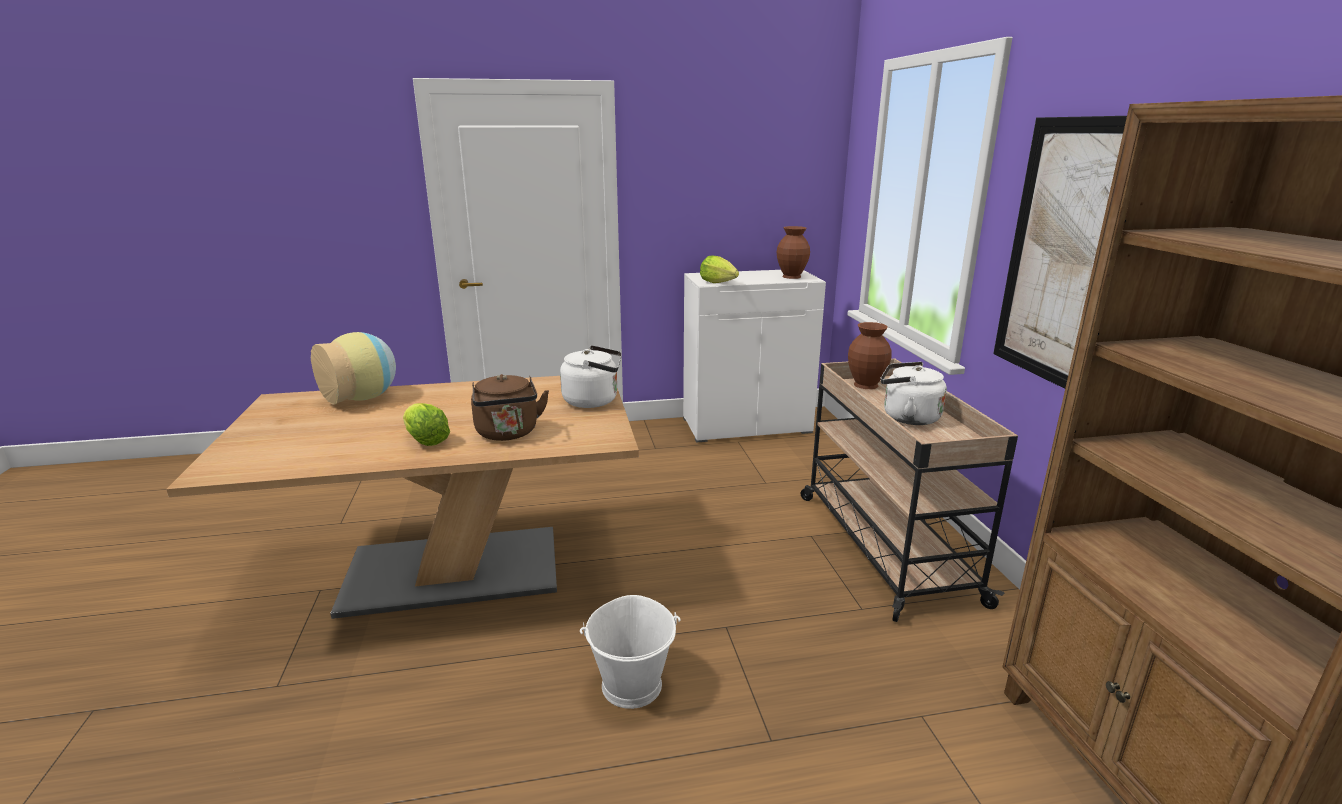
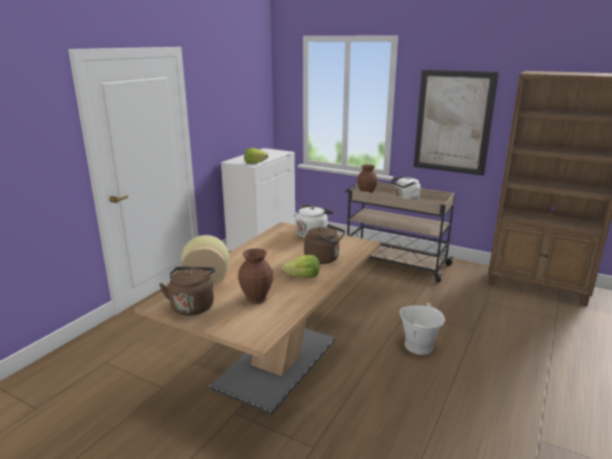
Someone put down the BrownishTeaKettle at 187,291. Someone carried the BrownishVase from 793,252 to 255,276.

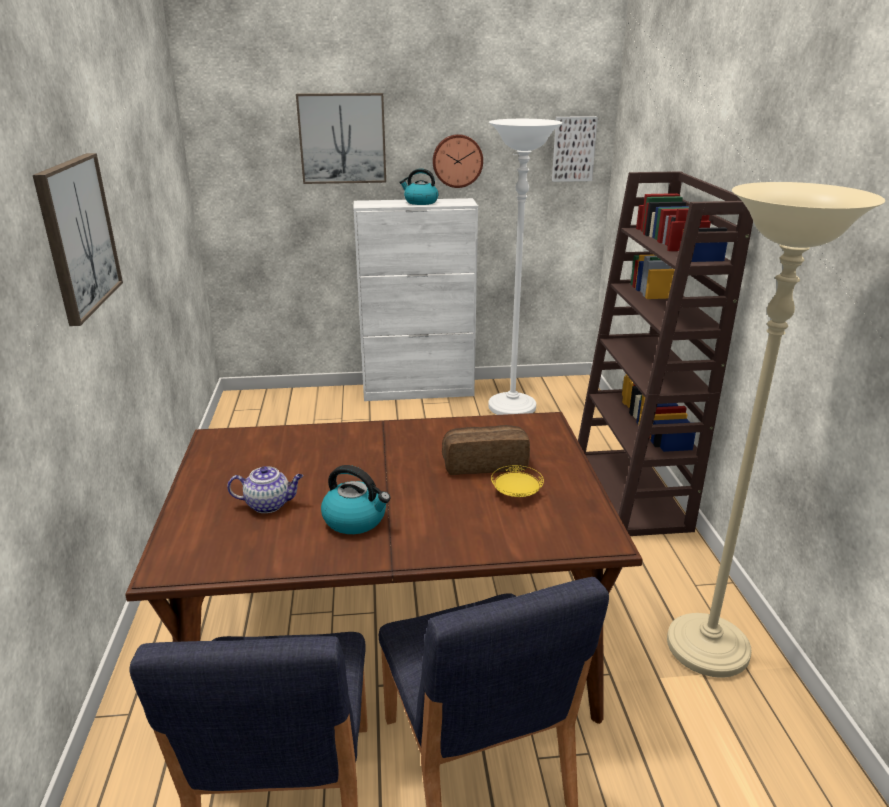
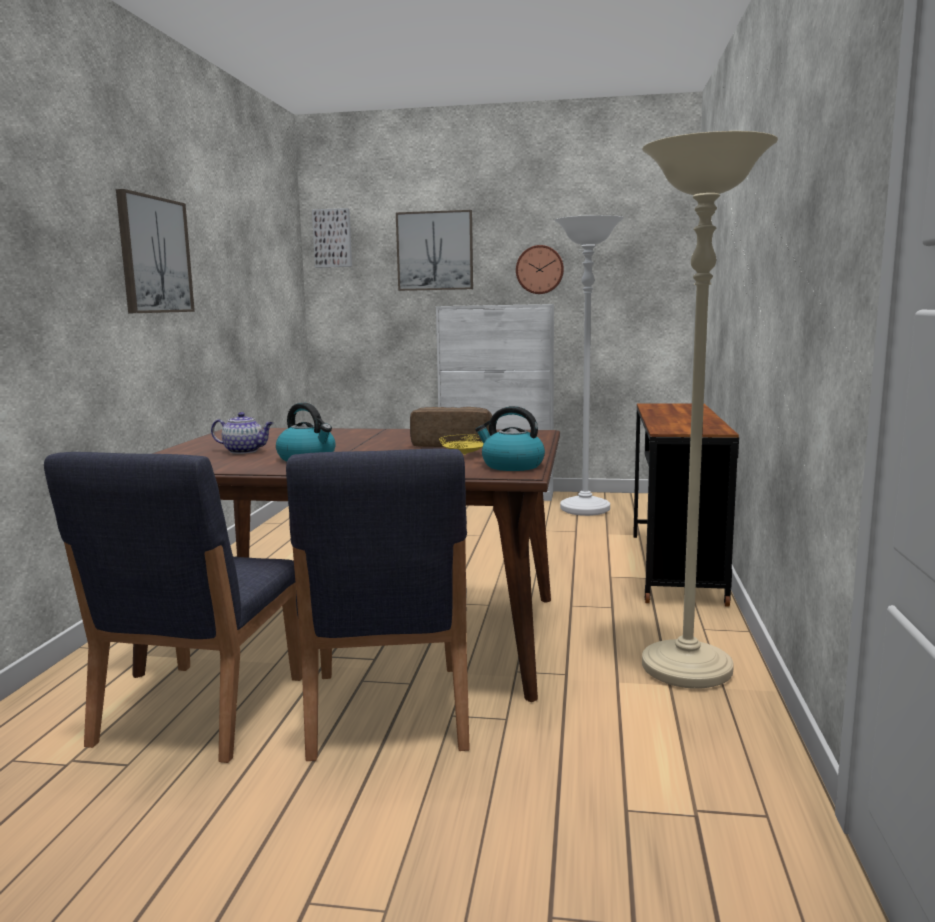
Someone carried the TeaKettle from 419,186 to 510,438. Someone carried the Picture from 575,149 to 332,238. Someone swapped the BrownishShelvingUnit at 665,353 for the BrownishDeskTable at 686,505.

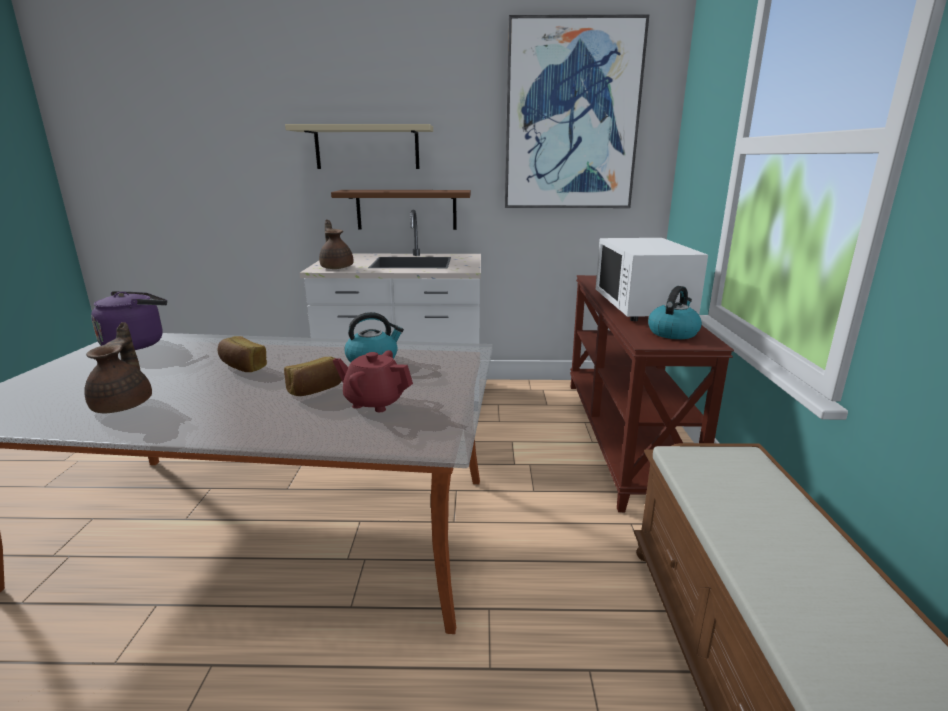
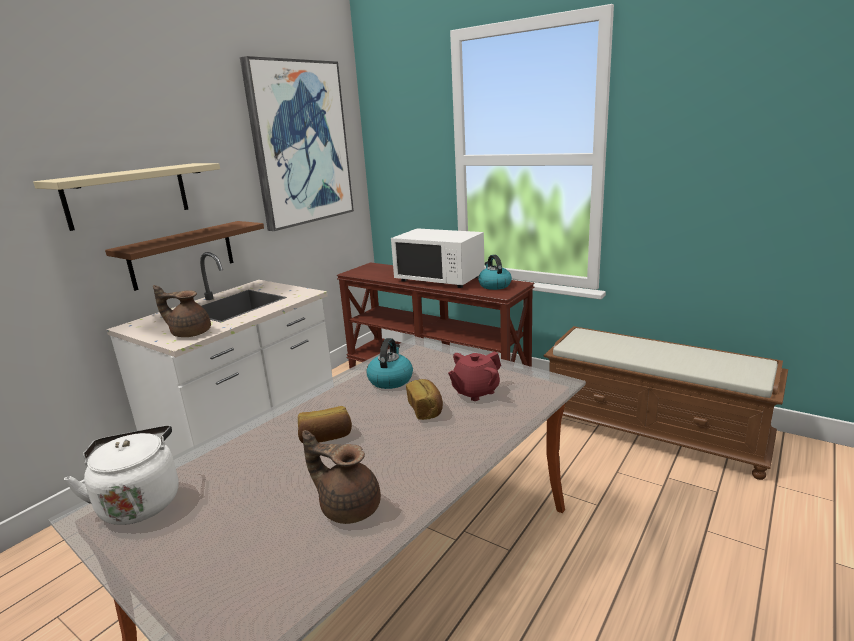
Someone repainted the PurpleColouredTeaKettle at 129,320, which became the WhitishTeaKettle at 121,475.

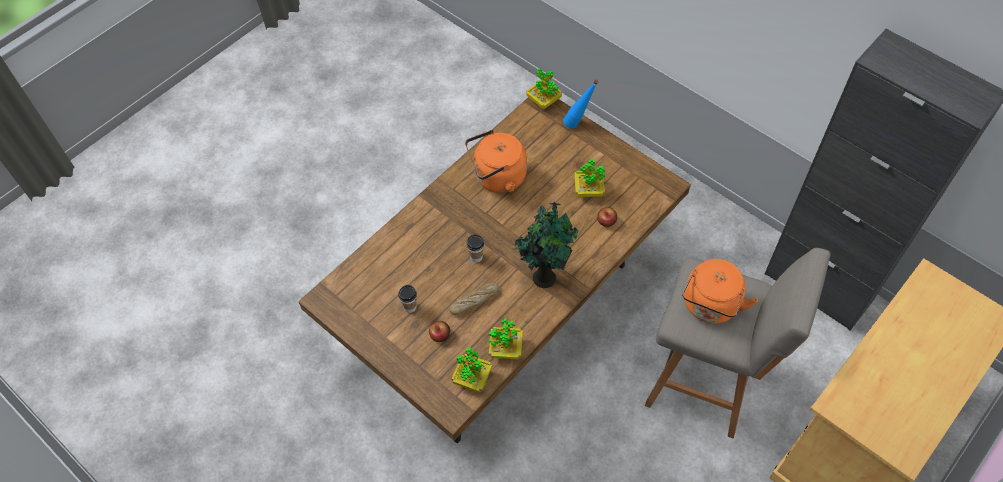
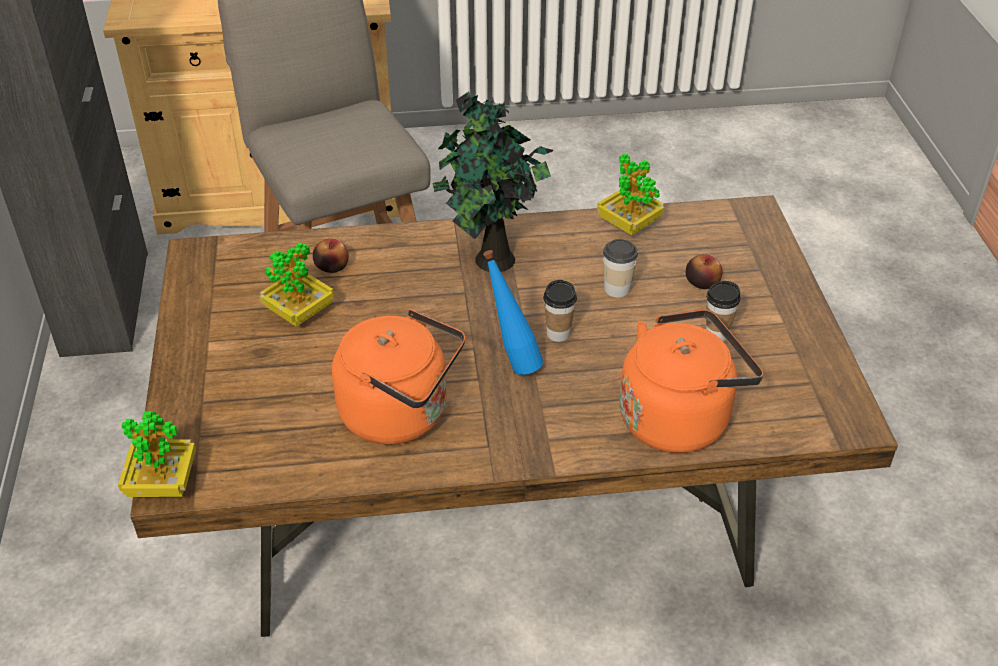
Someone took away the Houseplant at 471,370. Someone carried the BlueColouredDrinkBottle from 581,103 to 513,312. Someone carried the OrangeTeaKettle from 720,291 to 691,381. Someone swapped the Bread at 474,299 for the DrinkingCup at 620,268.

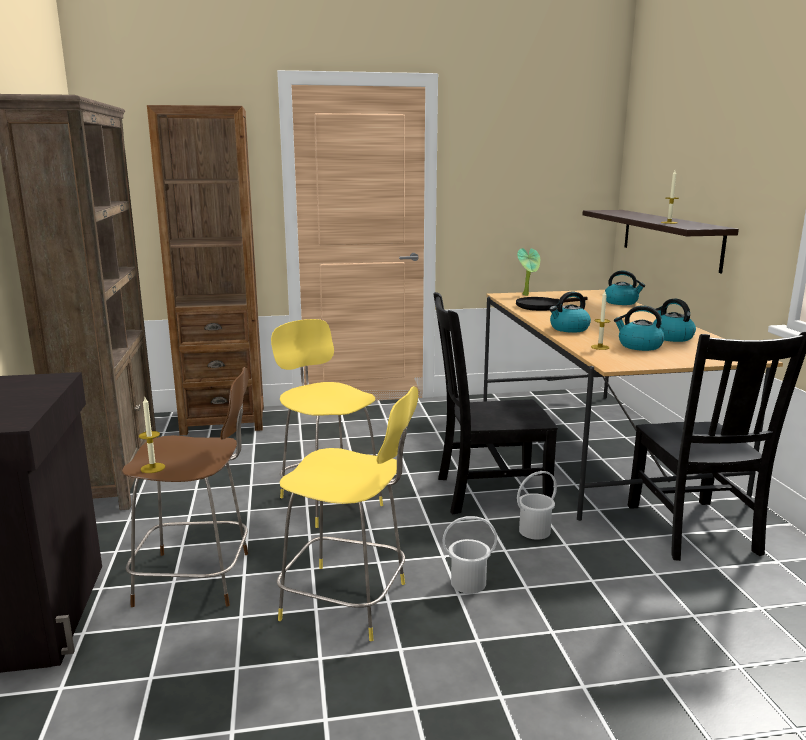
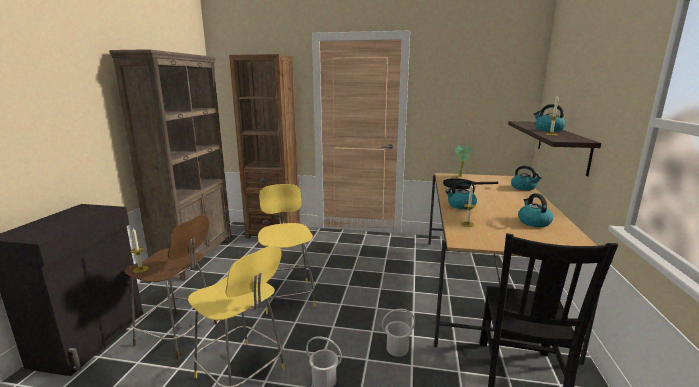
Someone took away the BlackColouredPlainChair at 496,403. Someone carried the TeaKettle from 639,328 to 550,118.

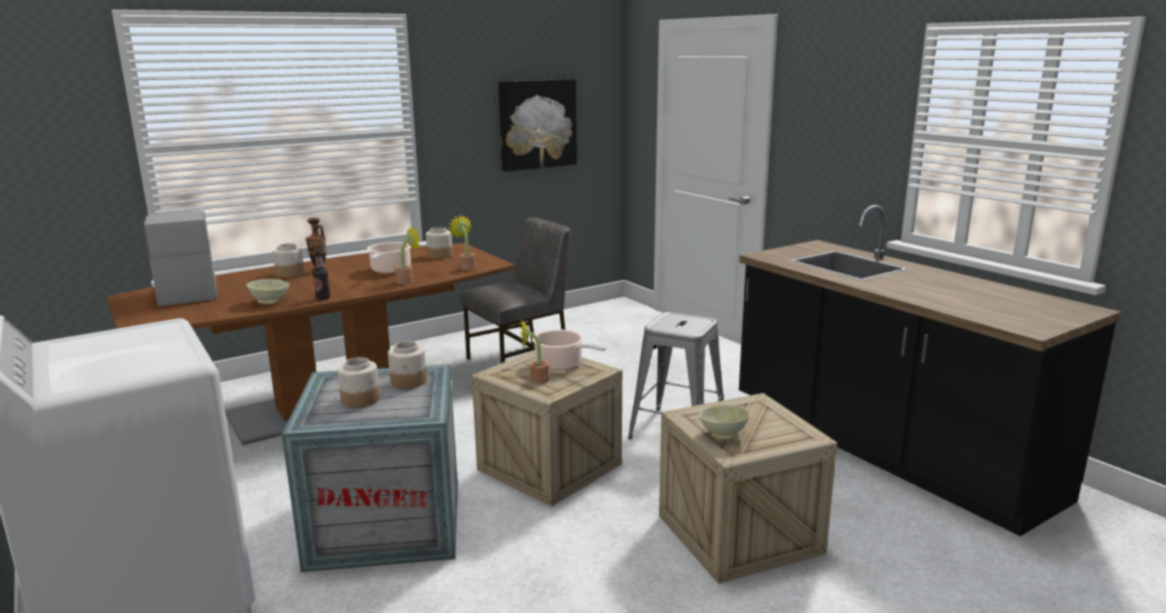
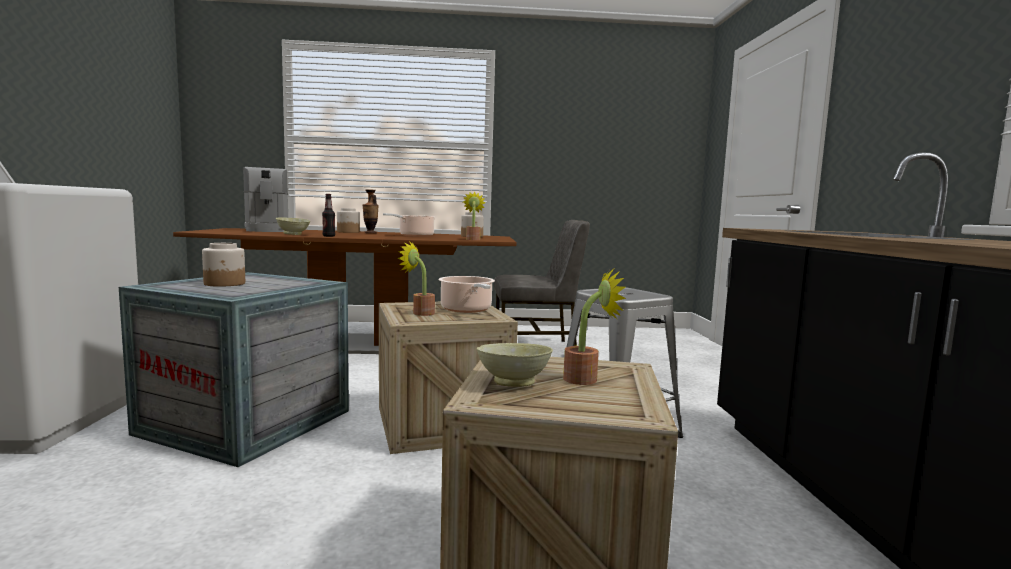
Someone took away the PreserveJar at 407,365. Someone took away the Picture at 538,125. Someone carried the Houseplant from 408,254 to 594,327. Someone rotated the CoffeeBrewer at 180,258 by 150 degrees clockwise.

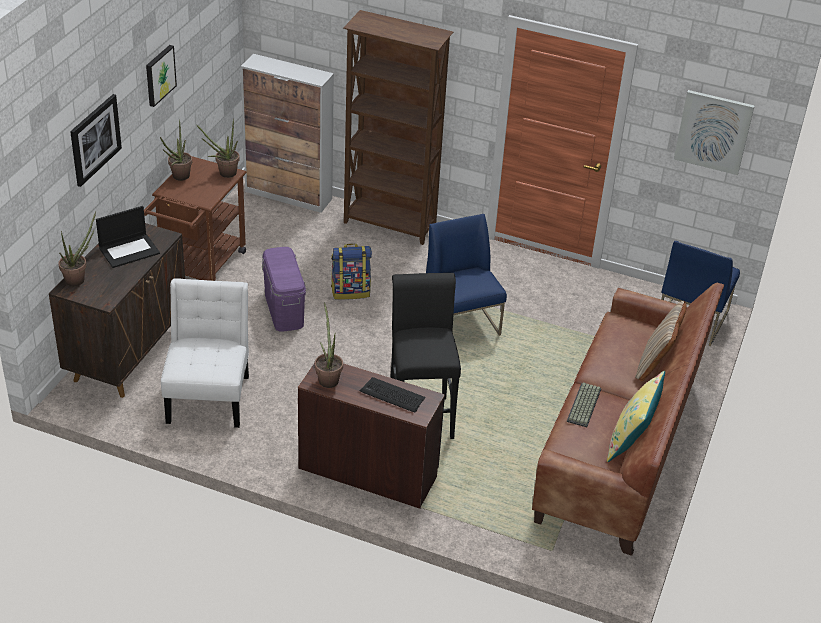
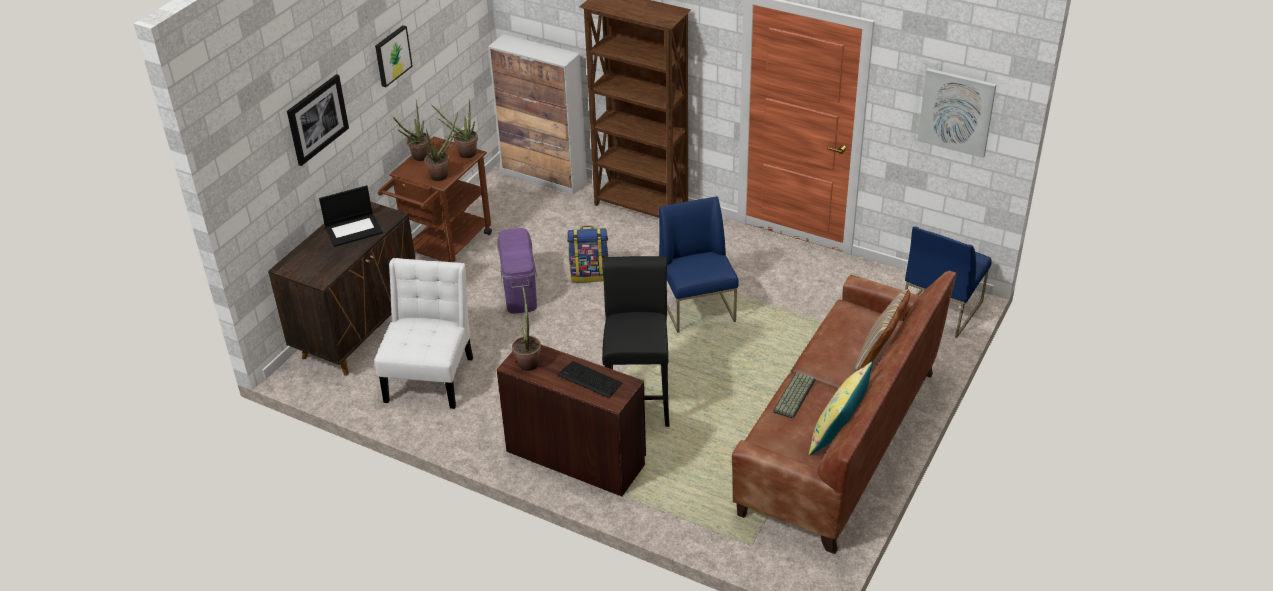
Someone carried the Houseplant from 77,249 to 441,146.

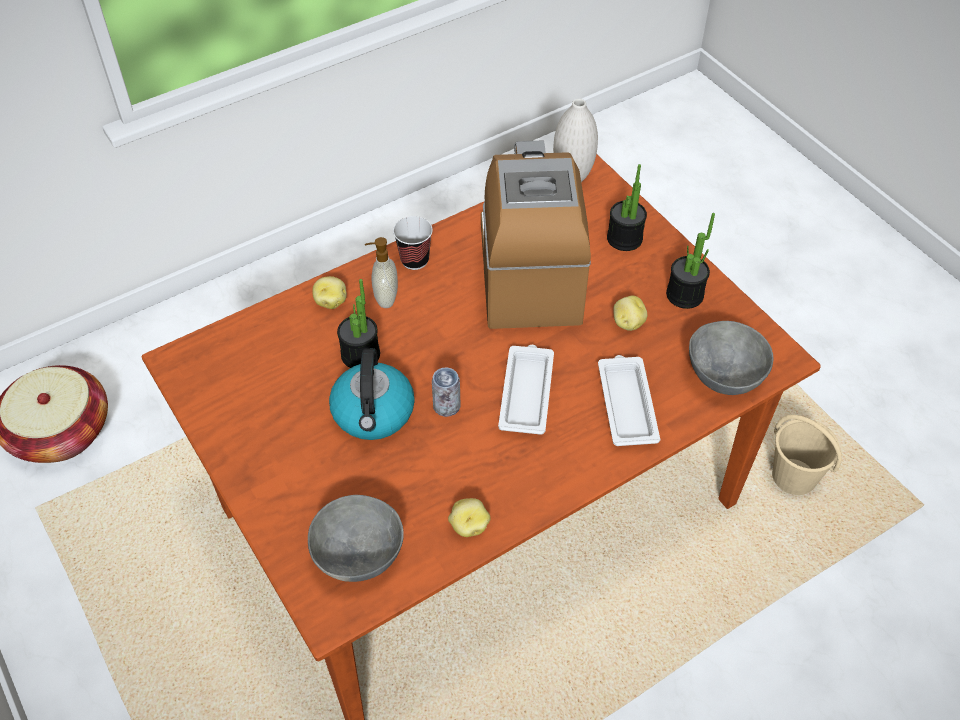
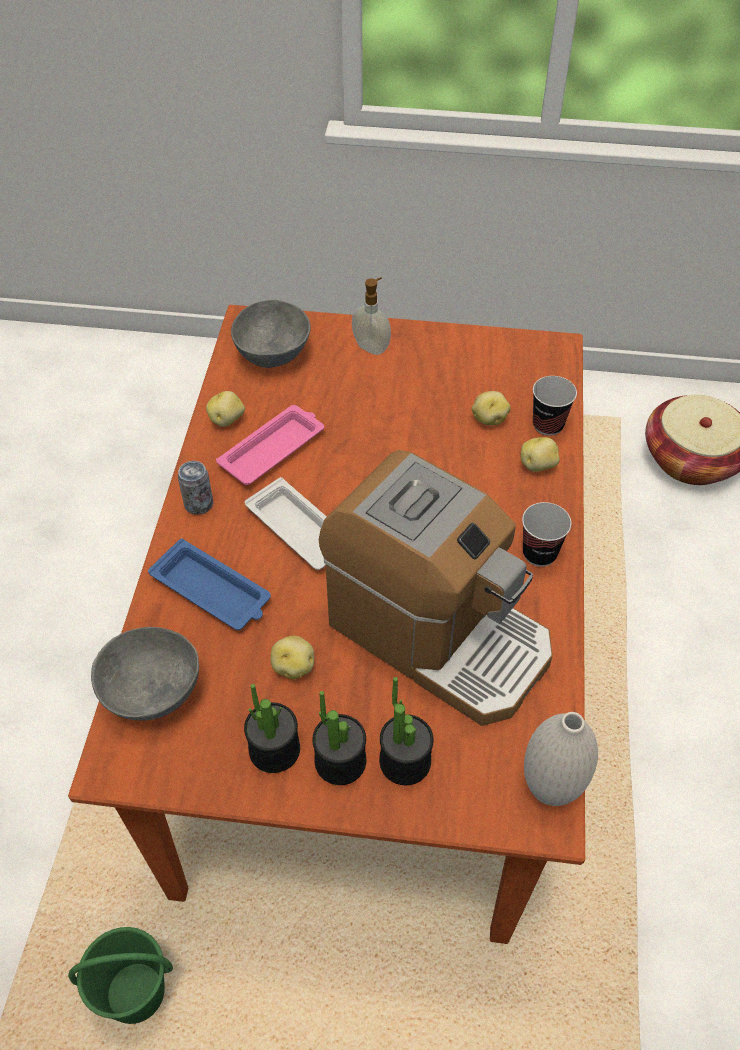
Someone took away the TeaKettle at 372,394. Someone put down the PinkColouredCarryingTray at 270,445. Someone put down the Potato at 491,408. Someone put down the DrinkingCup at 555,406. Someone carried the Houseplant from 358,323 to 339,738. Someone carried the SoapDispenser from 381,272 to 371,316. Someone carried the SealedCan from 446,392 to 195,488. Someone repainted the WhitishCarryingTray at 629,400, which became the BlueColouredCarryingTray at 209,584. Someone repainted the BeigeColouredPail at 807,455, which became the GreenishPail at 120,975.

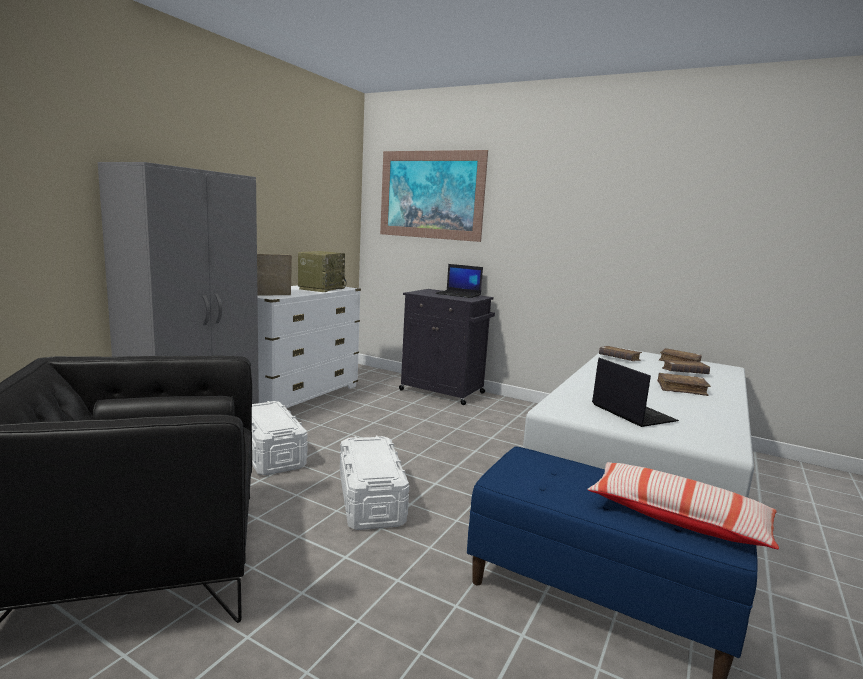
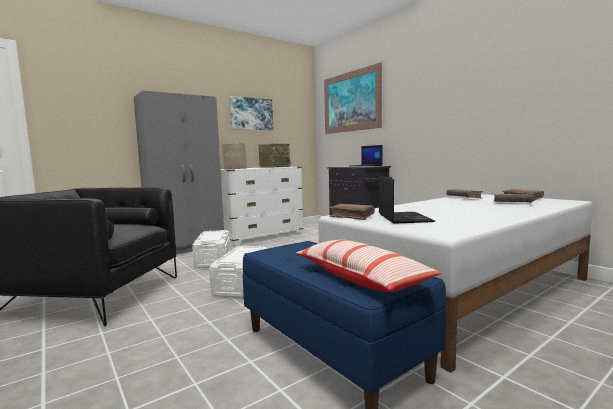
Someone put up the Picture at 251,113. Someone carried the BrownishVolume from 684,384 to 352,212.

